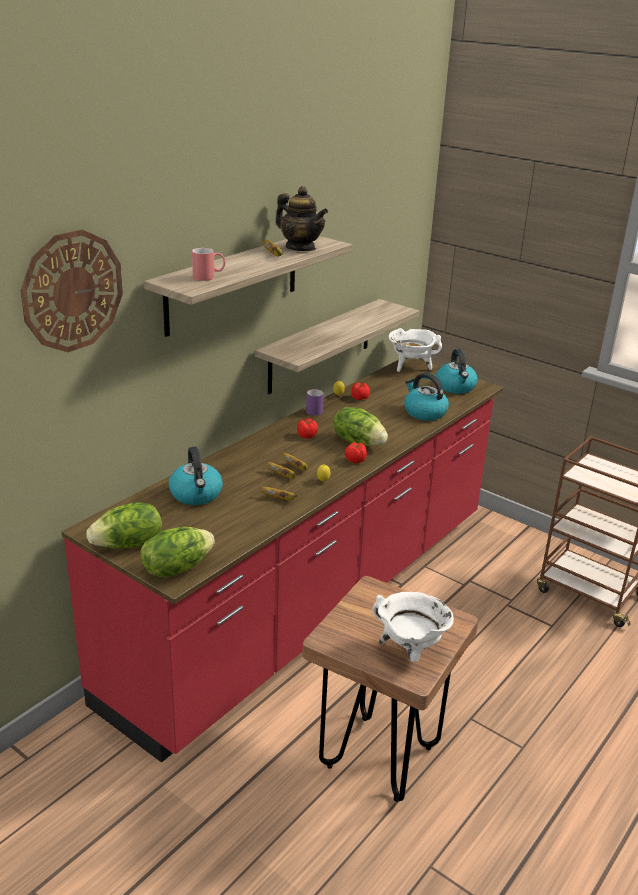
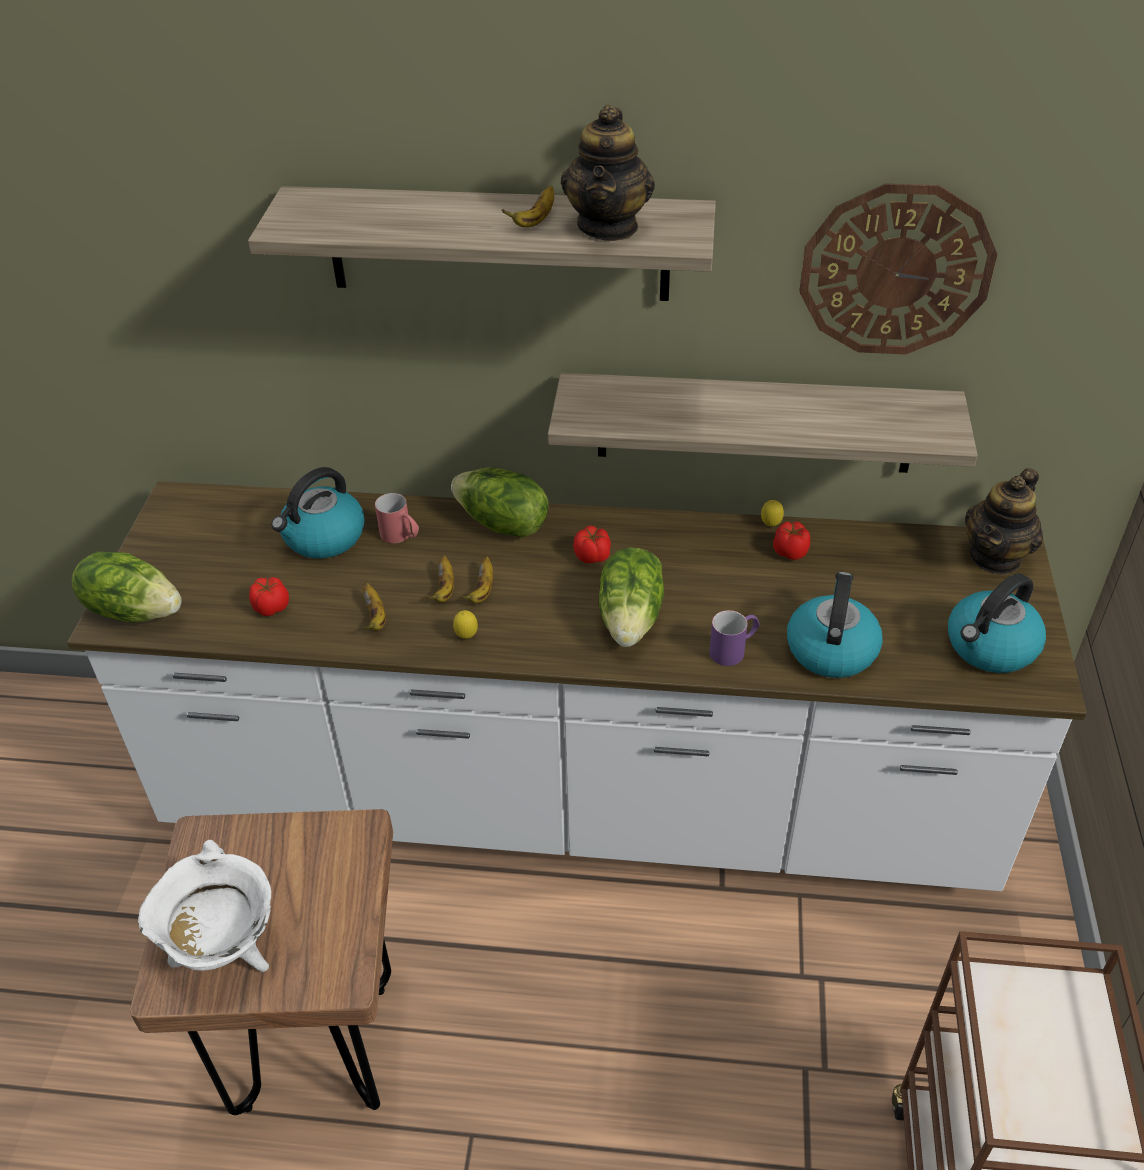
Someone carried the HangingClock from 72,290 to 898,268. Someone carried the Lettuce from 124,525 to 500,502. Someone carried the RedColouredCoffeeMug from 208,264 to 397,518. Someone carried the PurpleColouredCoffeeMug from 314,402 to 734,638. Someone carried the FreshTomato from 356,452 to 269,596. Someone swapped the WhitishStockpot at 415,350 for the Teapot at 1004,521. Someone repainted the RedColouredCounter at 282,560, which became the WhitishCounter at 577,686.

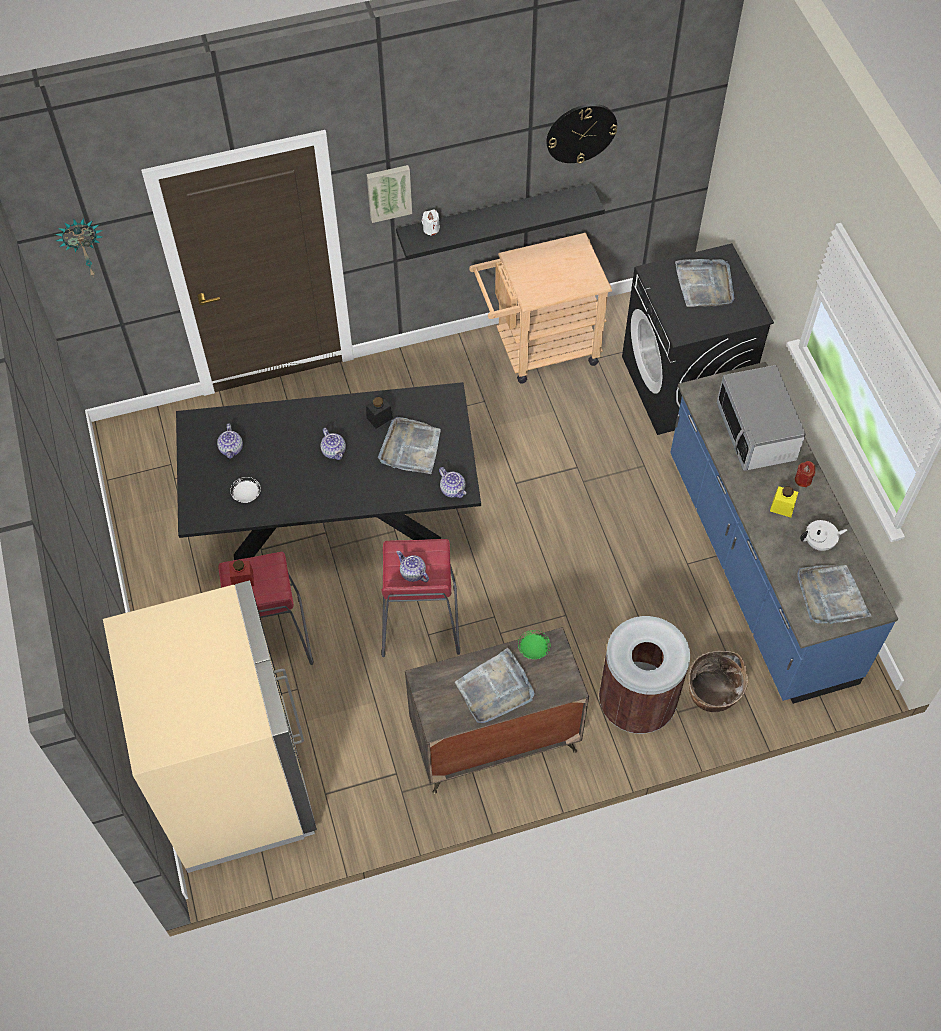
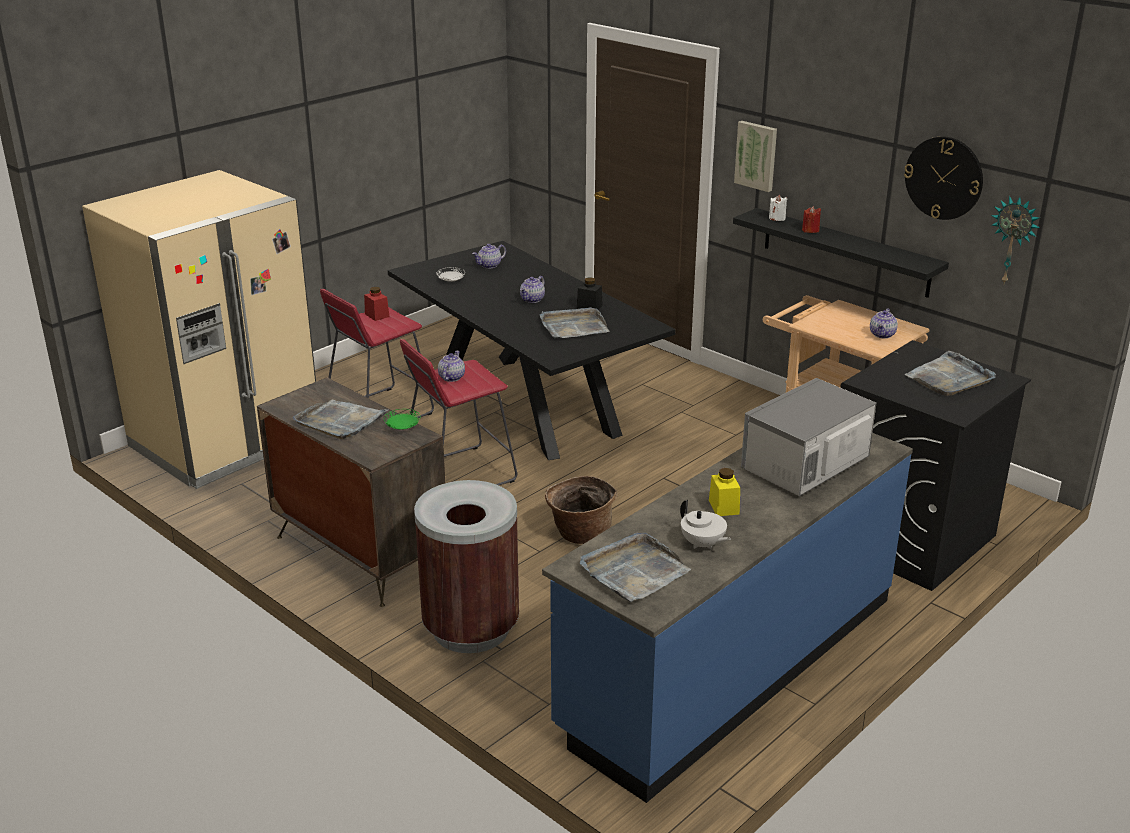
Someone carried the HangingClock from 79,247 to 1015,239. Someone carried the Teapot from 452,482 to 884,323. Someone carried the Basket from 718,681 to 581,510. Someone carried the RedColouredWaxLight from 805,474 to 811,219.

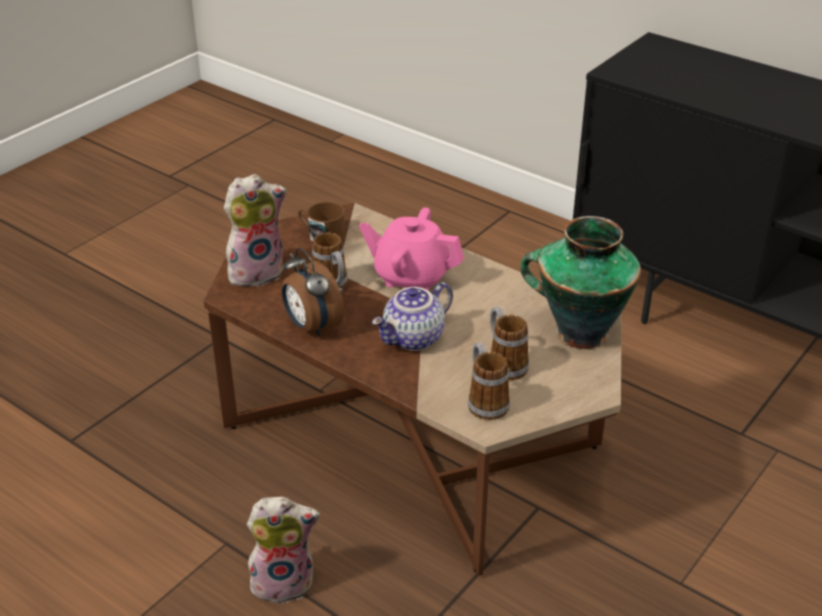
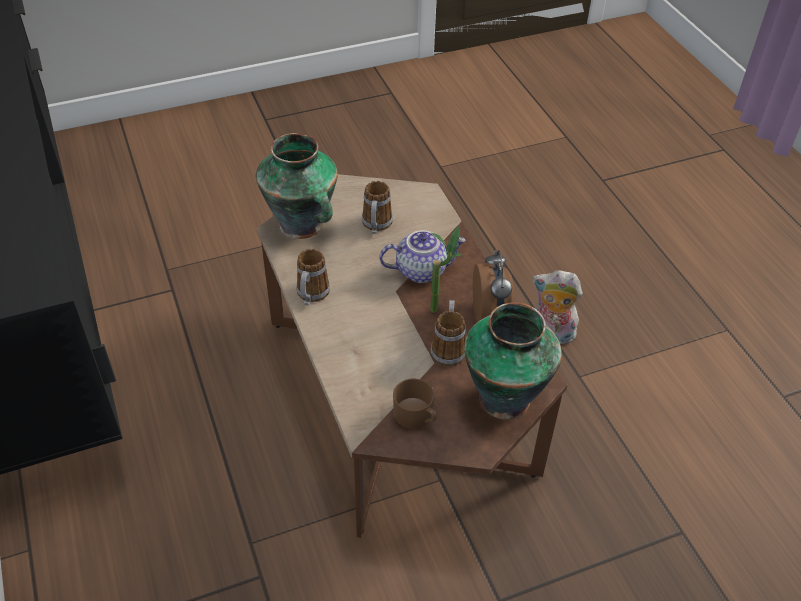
Someone took away the PinkColouredTeapot at 411,249. Someone put down the Houseplant at 446,269. Someone carried the CoffeeMug from 489,381 to 313,277. Someone swapped the CuddlyToy at 255,230 for the Vase at 513,361.

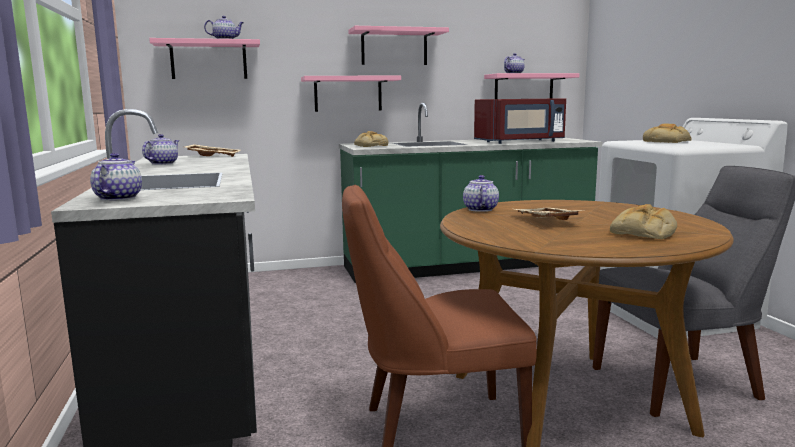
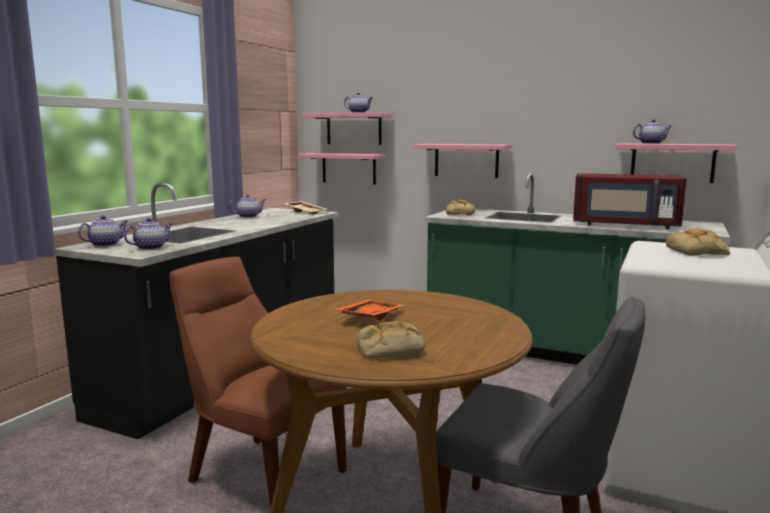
Someone carried the PinkColouredWallShelf from 398,45 to 342,168. Someone carried the Teapot from 481,193 to 148,234. Someone repainted the BeigeColouredCarryingTray at 547,214, which became the OrangeCarryingTray at 370,309.

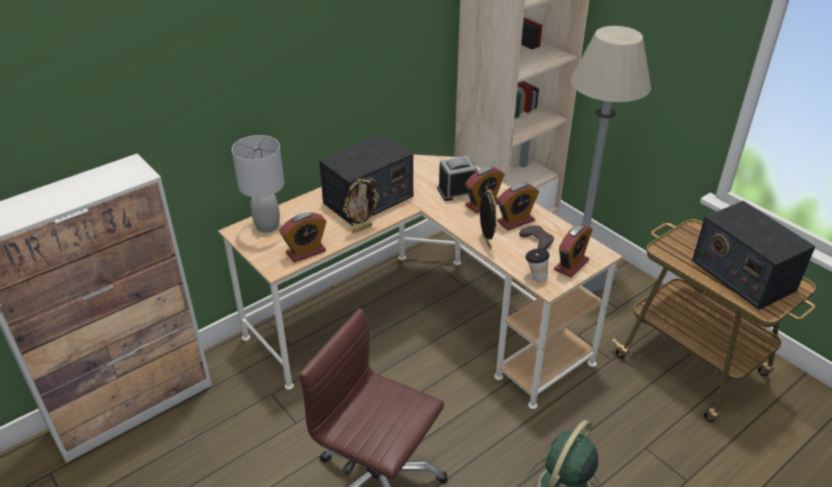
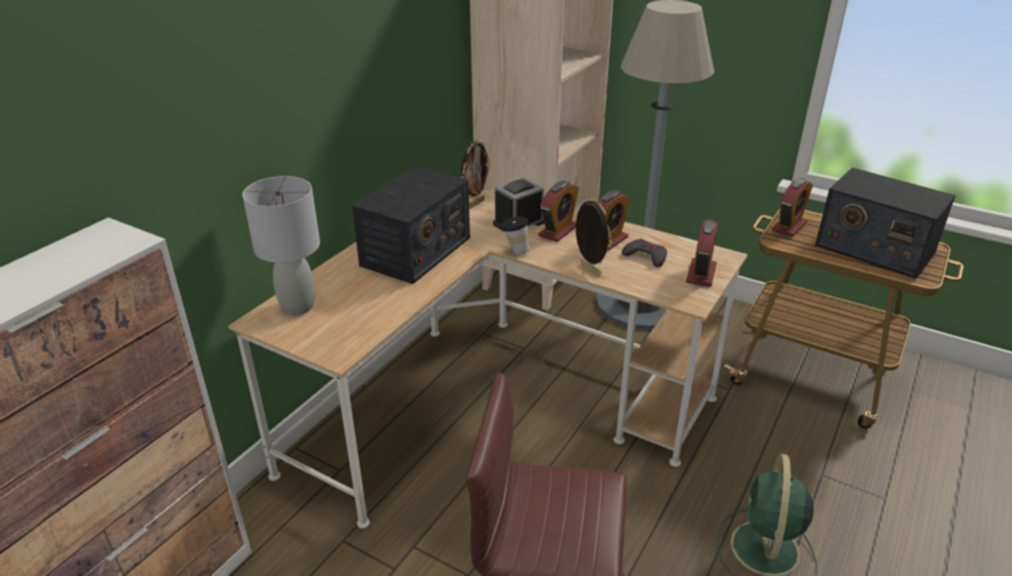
Someone carried the BedsideClock from 302,237 to 792,207. Someone carried the PhotoFrame from 361,206 to 476,174. Someone carried the DrinkingCup from 537,265 to 515,235.

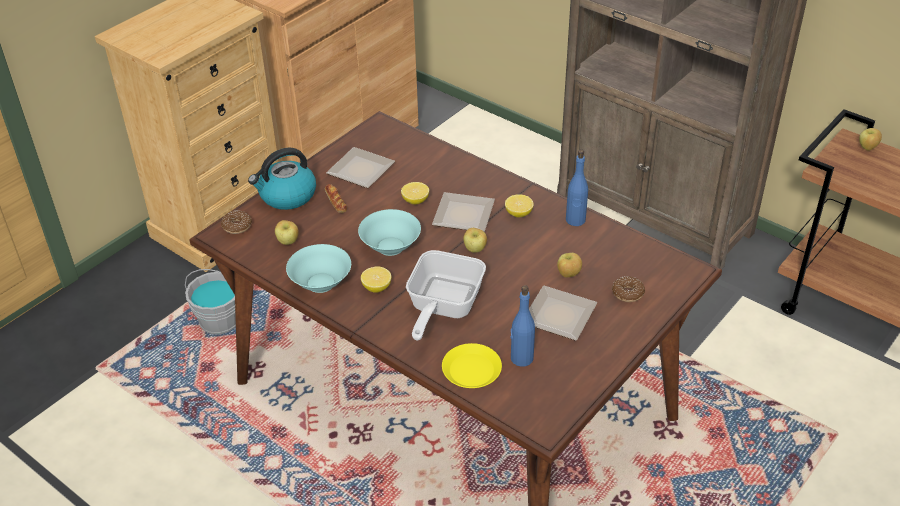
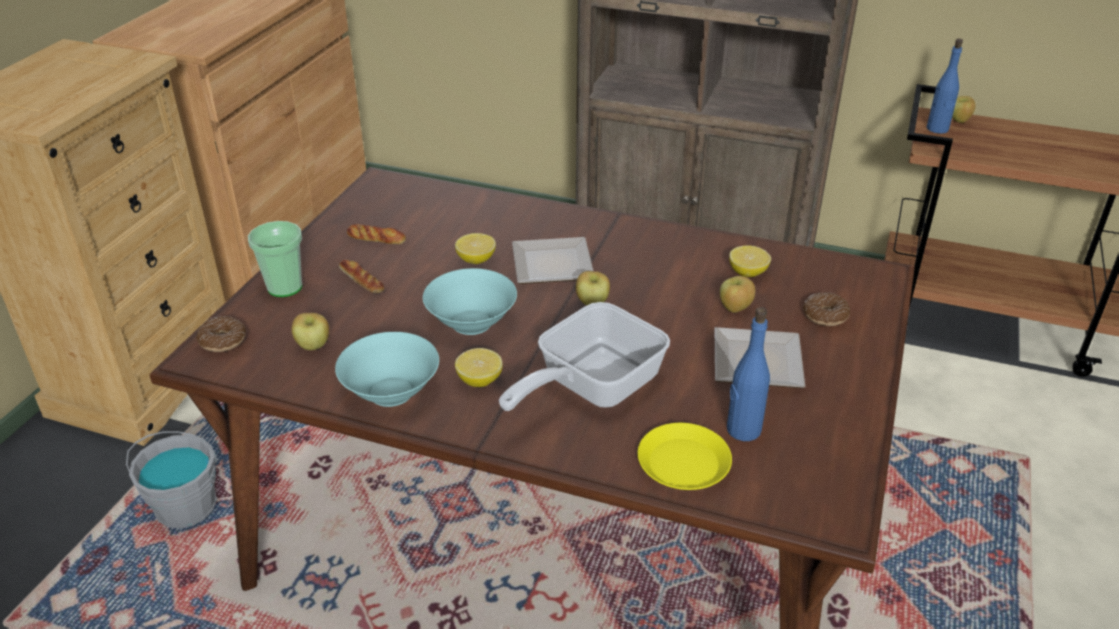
Someone carried the Lemon from 519,205 to 750,261. Someone carried the BlueColouredDrinkBottle from 577,187 to 945,85. Someone swapped the TeaKettle at 282,179 for the DrinkingCup at 275,259. Someone swapped the FlatDish at 360,167 for the Bread at 376,234. Someone rotated the Pan at 446,295 by 45 degrees clockwise.

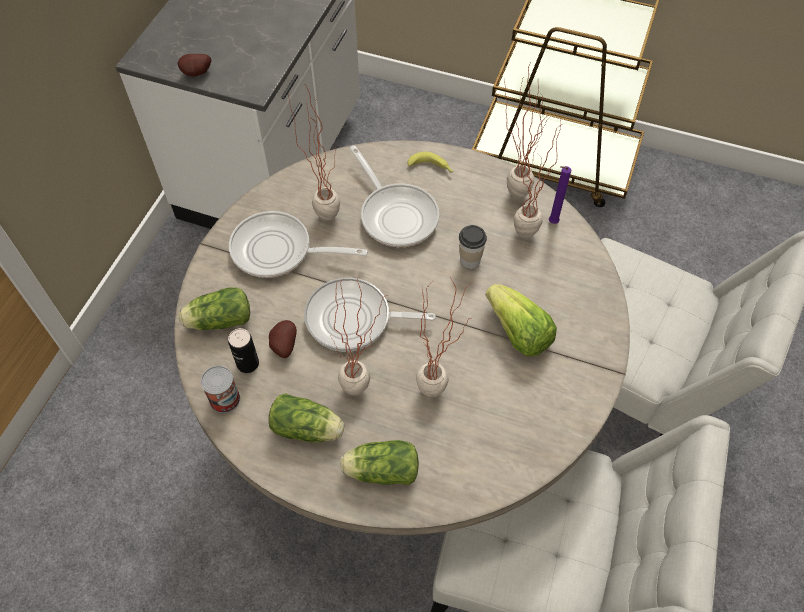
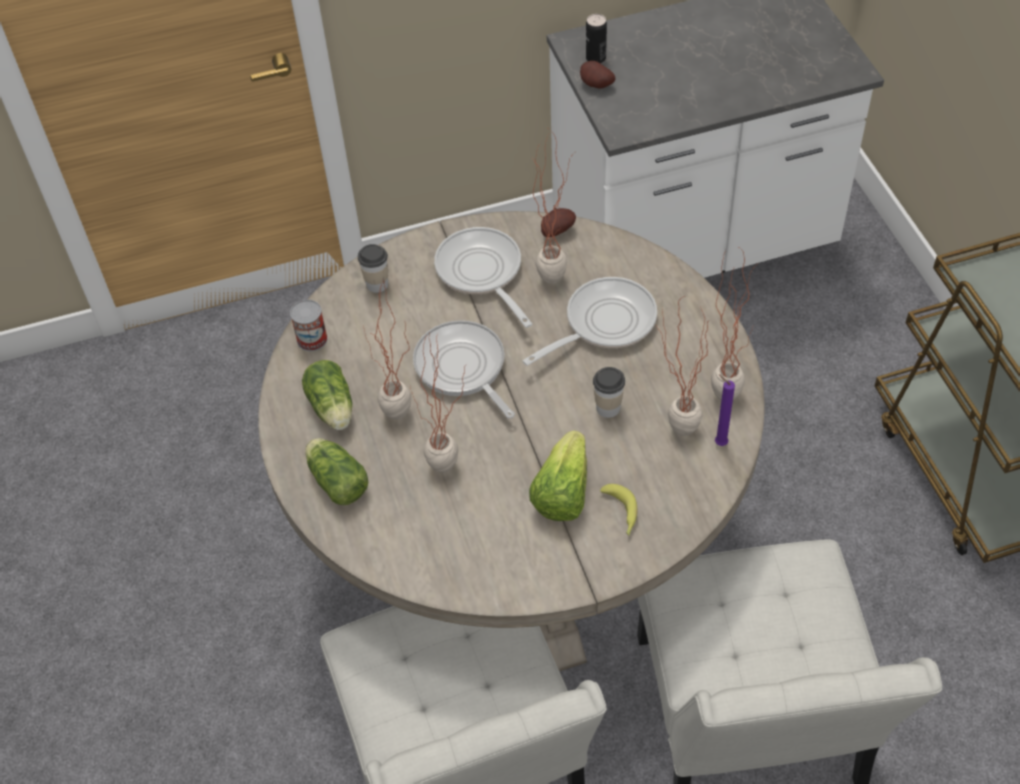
Someone carried the SealedCan from 243,350 to 596,38. Someone carried the Potato from 283,339 to 558,222. Someone carried the Banana from 430,162 to 619,510. Someone swapped the Lettuce at 214,308 for the DrinkingCup at 373,268. Someone rotated the Pan at 394,196 by 150 degrees counterclockwise.

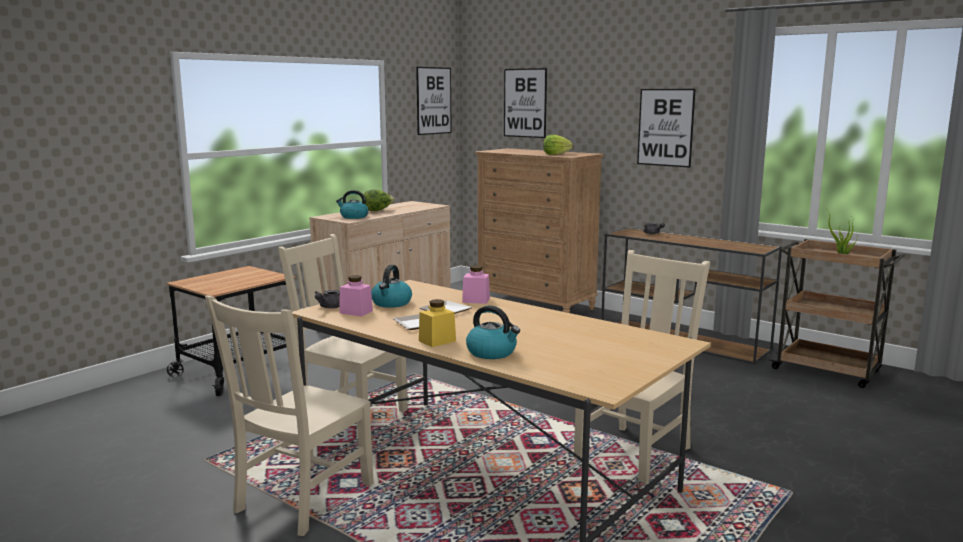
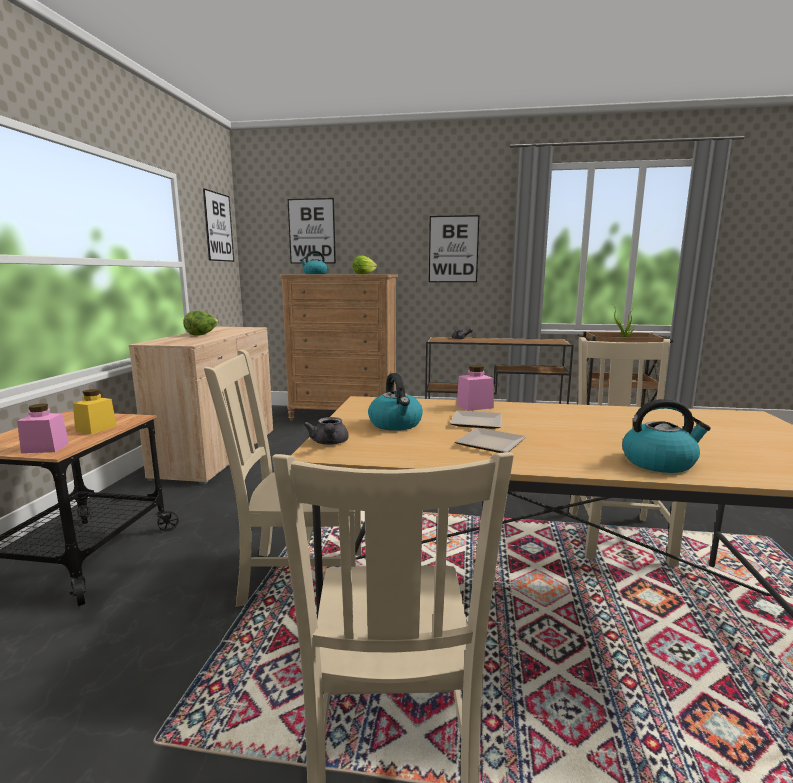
Someone carried the TeaKettle from 352,204 to 314,262. Someone carried the PinkColouredPreserveJar from 356,296 to 43,428. Someone carried the YellowColouredPreserveJar from 437,323 to 95,411.

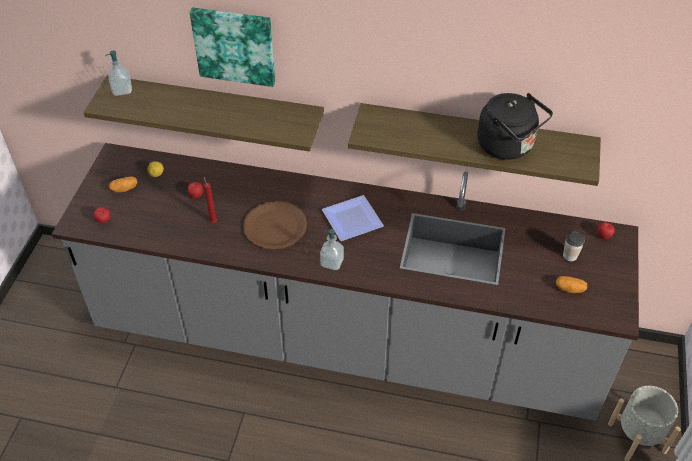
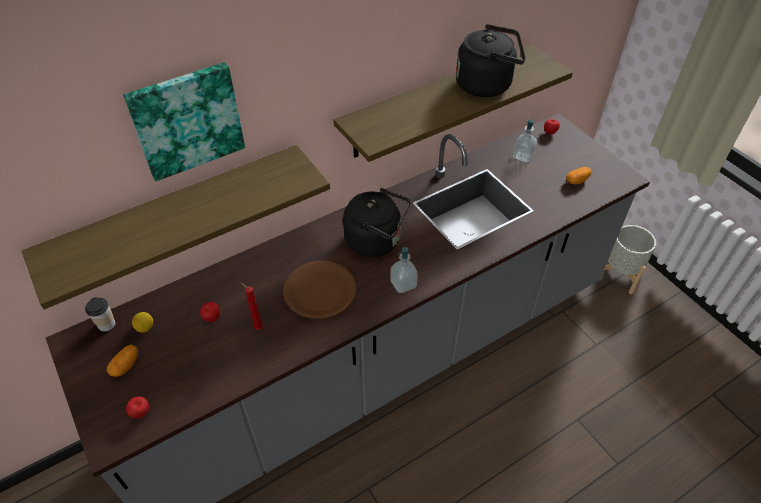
Someone carried the SoapDispenser from 118,73 to 525,141. Someone carried the DrinkingCup from 574,246 to 100,314. Someone swapped the FlatDish at 353,218 for the BlackColouredTeaKettle at 377,222.

